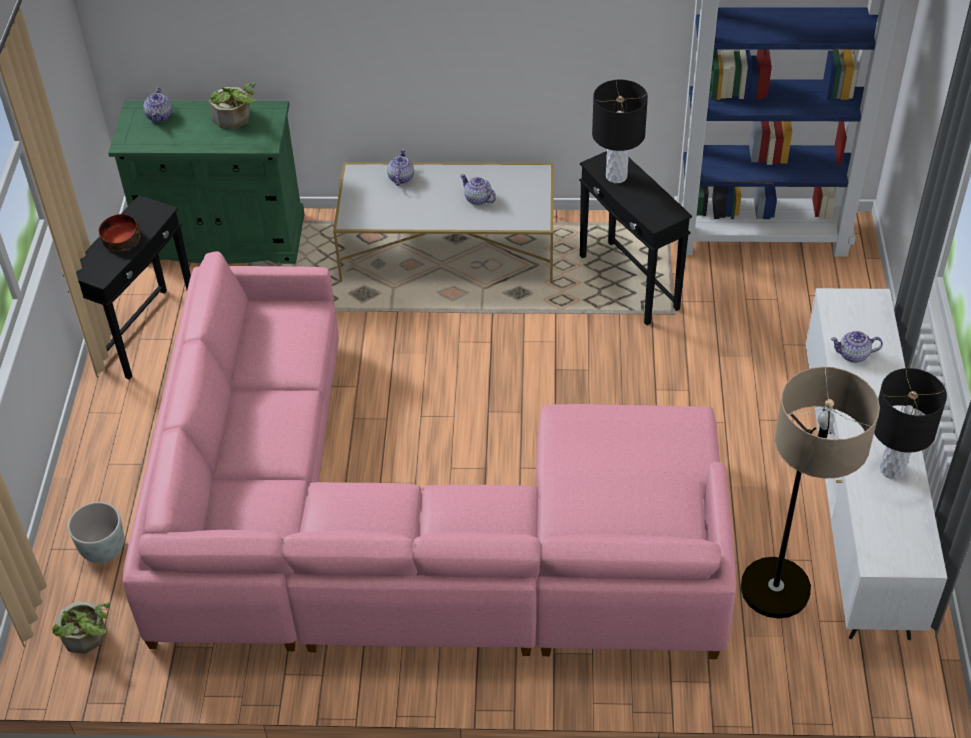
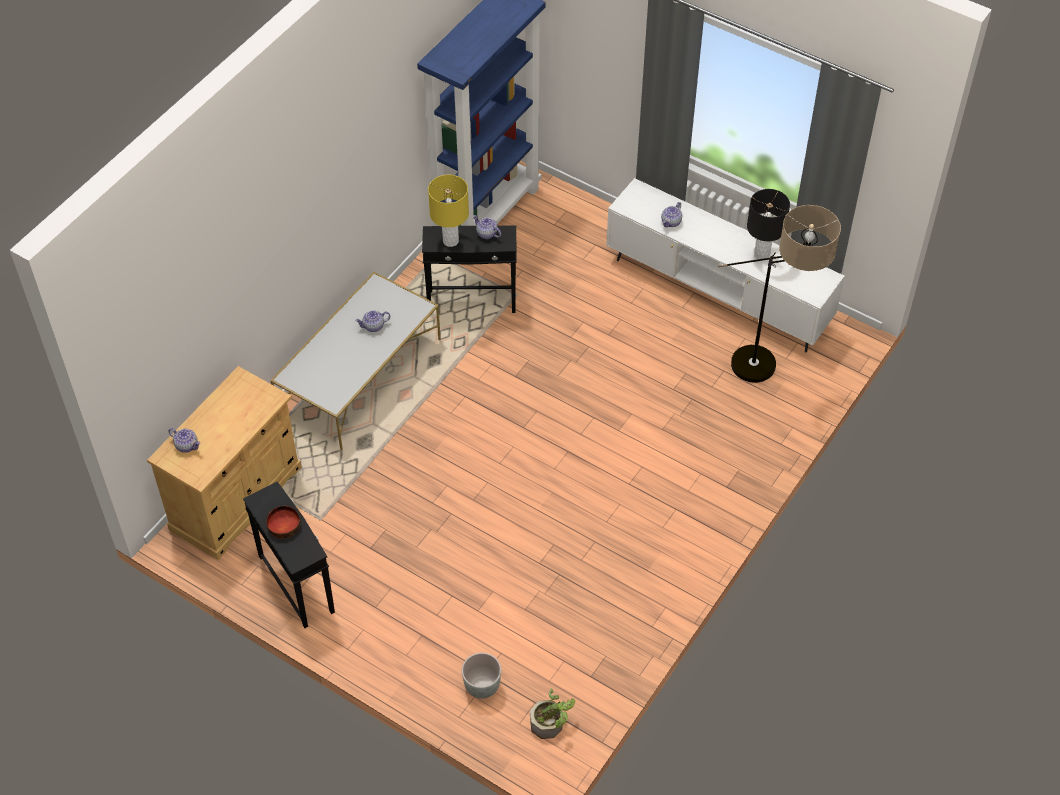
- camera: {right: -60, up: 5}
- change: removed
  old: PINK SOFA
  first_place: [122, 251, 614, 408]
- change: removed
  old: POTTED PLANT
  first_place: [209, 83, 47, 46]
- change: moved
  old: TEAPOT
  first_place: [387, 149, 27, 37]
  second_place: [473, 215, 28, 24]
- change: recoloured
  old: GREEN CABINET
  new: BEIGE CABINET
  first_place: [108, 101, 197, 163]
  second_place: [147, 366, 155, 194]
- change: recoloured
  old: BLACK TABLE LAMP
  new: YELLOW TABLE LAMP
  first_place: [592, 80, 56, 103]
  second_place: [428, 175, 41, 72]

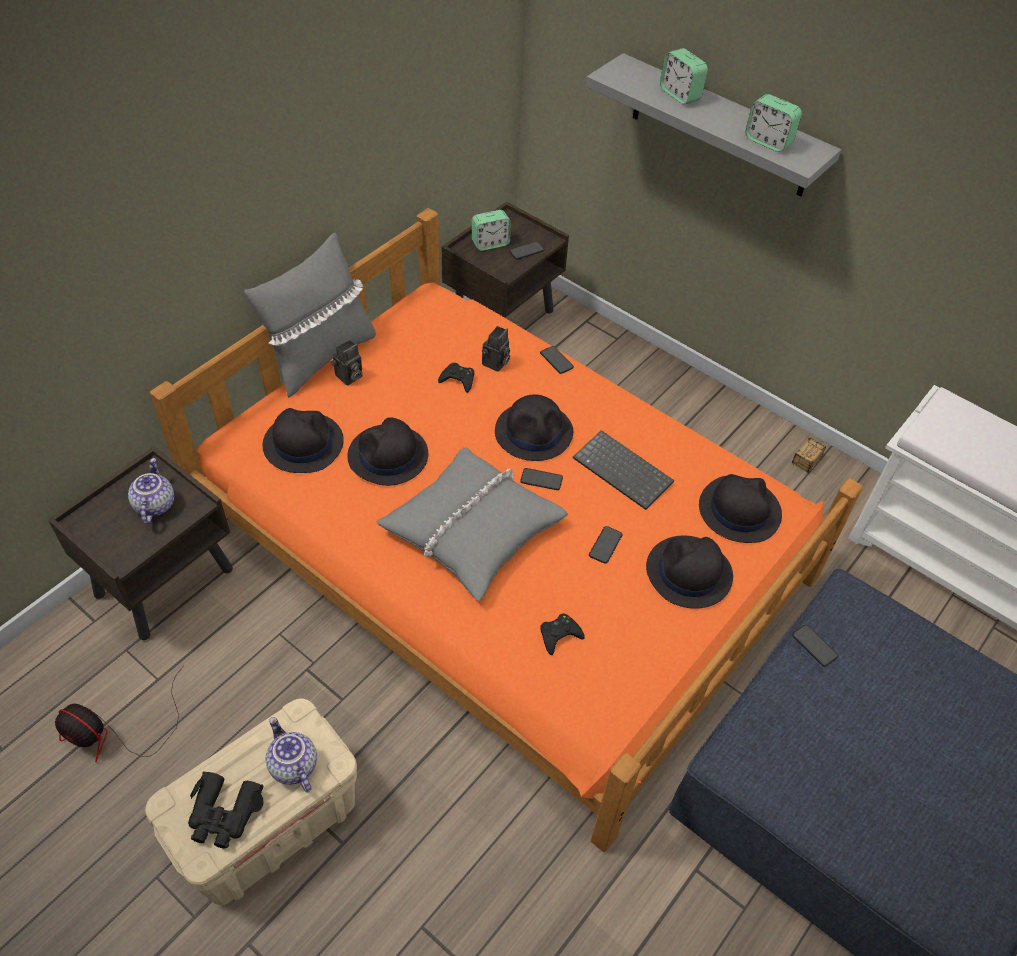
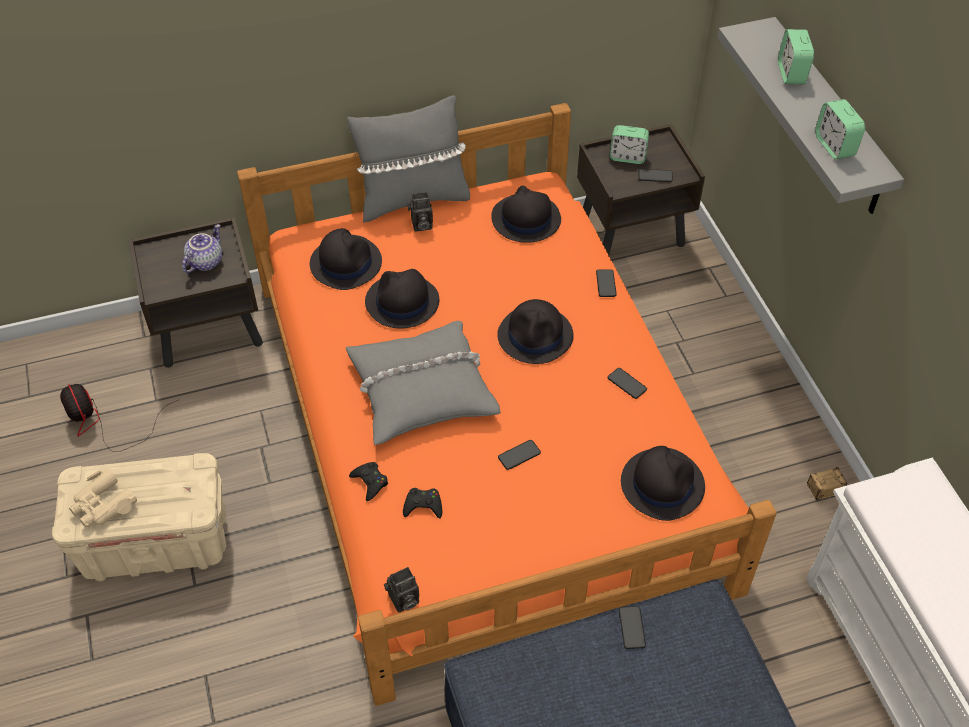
- camera: {right: 35, up: 0}
- change: removed
  old: TEAPOT
  first_place: [266, 717, 51, 76]
- change: removed
  old: KEYBOARD
  first_place: [573, 430, 101, 80]
- change: moved
  old: BLACK GAME CONTROLLER
  first_place: [438, 363, 36, 30]
  second_place: [349, 462, 39, 39]
- change: moved
  old: PHOTO CAMERA
  first_place: [482, 326, 28, 46]
  second_place: [384, 567, 35, 46]
- change: moved
  old: PHONE
  first_place: [520, 468, 43, 22]
  second_place: [608, 368, 39, 31]
- change: moved
  old: BLACK HAT
  first_place: [646, 536, 87, 73]
  second_place: [491, 186, 70, 57]
- change: recoloured
  old: BLACK BINOCULARS
  new: BEIGE BINOCULARS
  first_place: [188, 772, 76, 76]
  second_place: [69, 467, 68, 60]

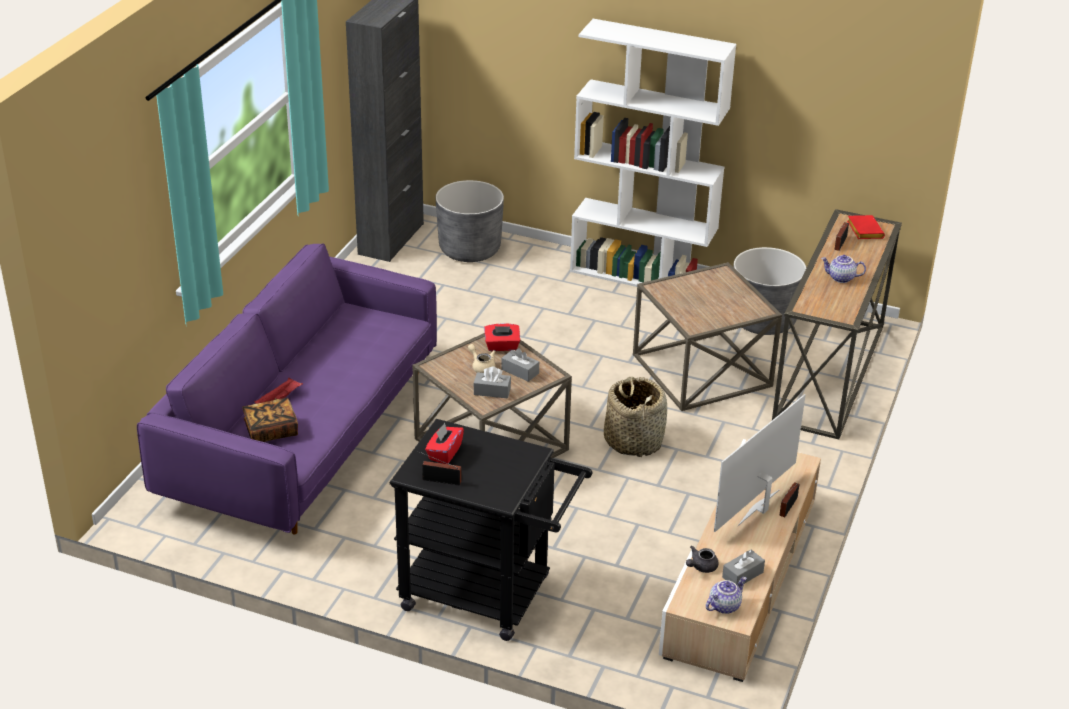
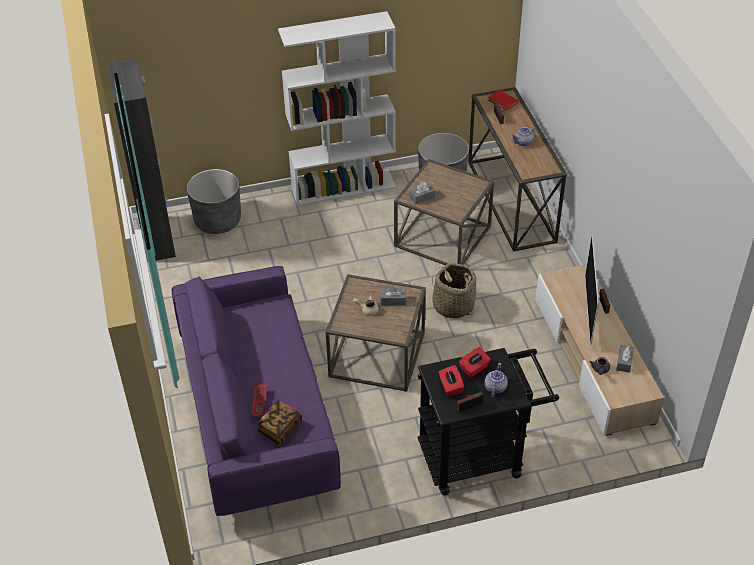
- camera: {right: -35, up: 10}
- change: moved
  old: GREY TISSUE BOX
  first_place: [473, 366, 38, 33]
  second_place: [410, 182, 25, 23]
- change: moved
  old: RED TISSUE BOX
  first_place: [484, 323, 36, 28]
  second_place: [459, 347, 32, 30]
- change: moved
  old: TEAPOT
  first_place: [706, 577, 41, 37]
  second_place: [484, 363, 24, 34]

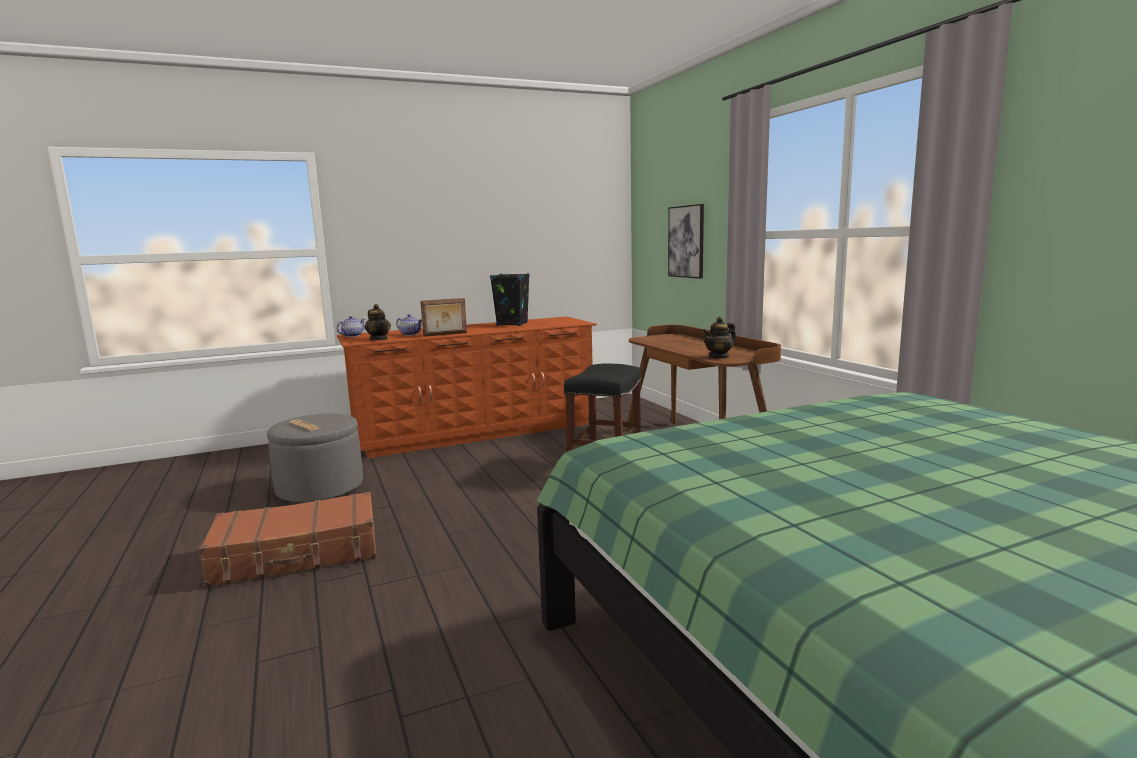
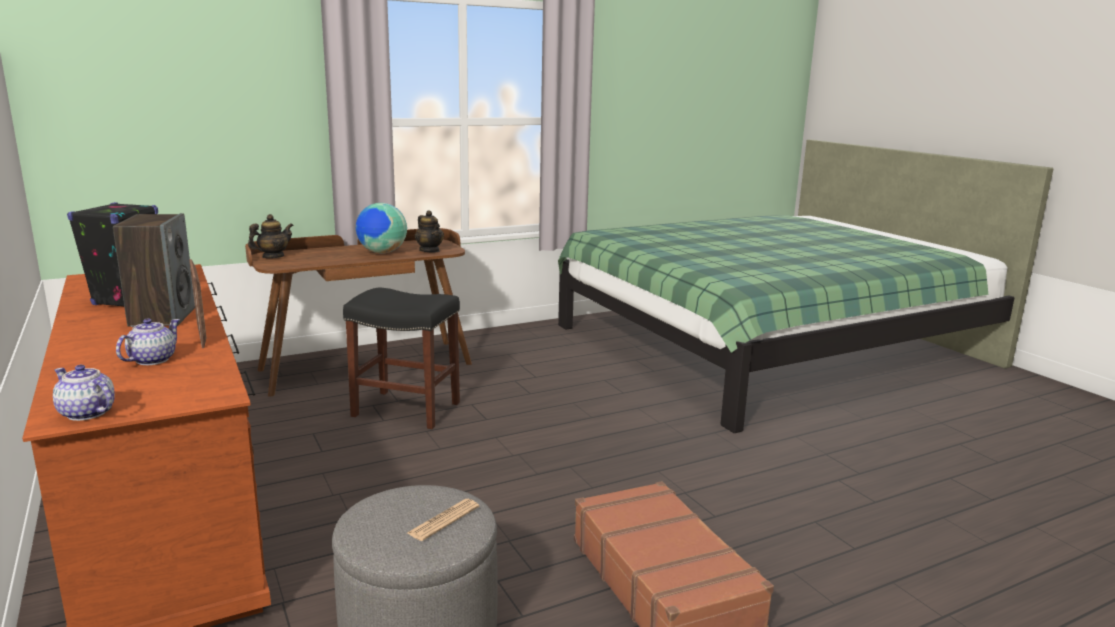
- camera: {right: -95, up: 5}
- change: removed
  old: PICTURE
  first_place: [668, 204, 36, 75]
- change: added
  new: SPEAKER
  second_place: [113, 213, 82, 114]
- change: added
  new: GLOBE
  second_place: [356, 203, 51, 50]
- change: moved
  old: TEAPOT
  first_place: [365, 304, 26, 36]
  second_place: [248, 214, 46, 44]

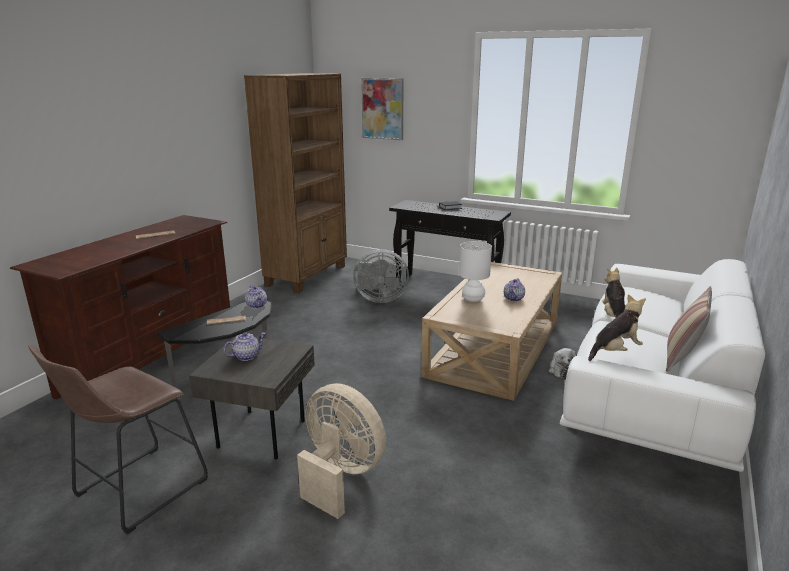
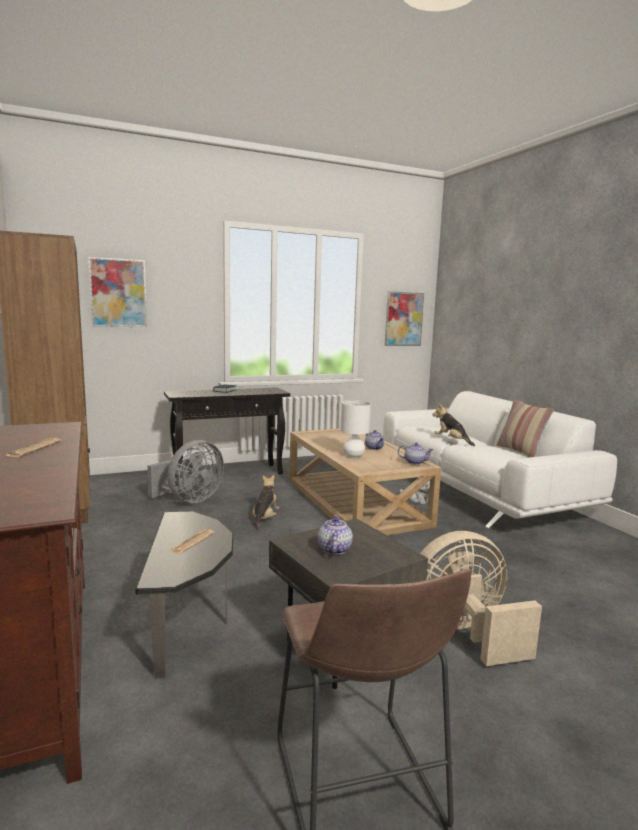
- camera: {right: -50, up: -10}
- change: added
  new: PICTURE
  second_place: [385, 291, 39, 55]
- change: moved
  old: TEAPOT
  first_place: [245, 285, 22, 23]
  second_place: [398, 442, 36, 23]
- change: moved
  old: PLUSH TOY
  first_place: [588, 294, 58, 67]
  second_place: [252, 475, 27, 55]

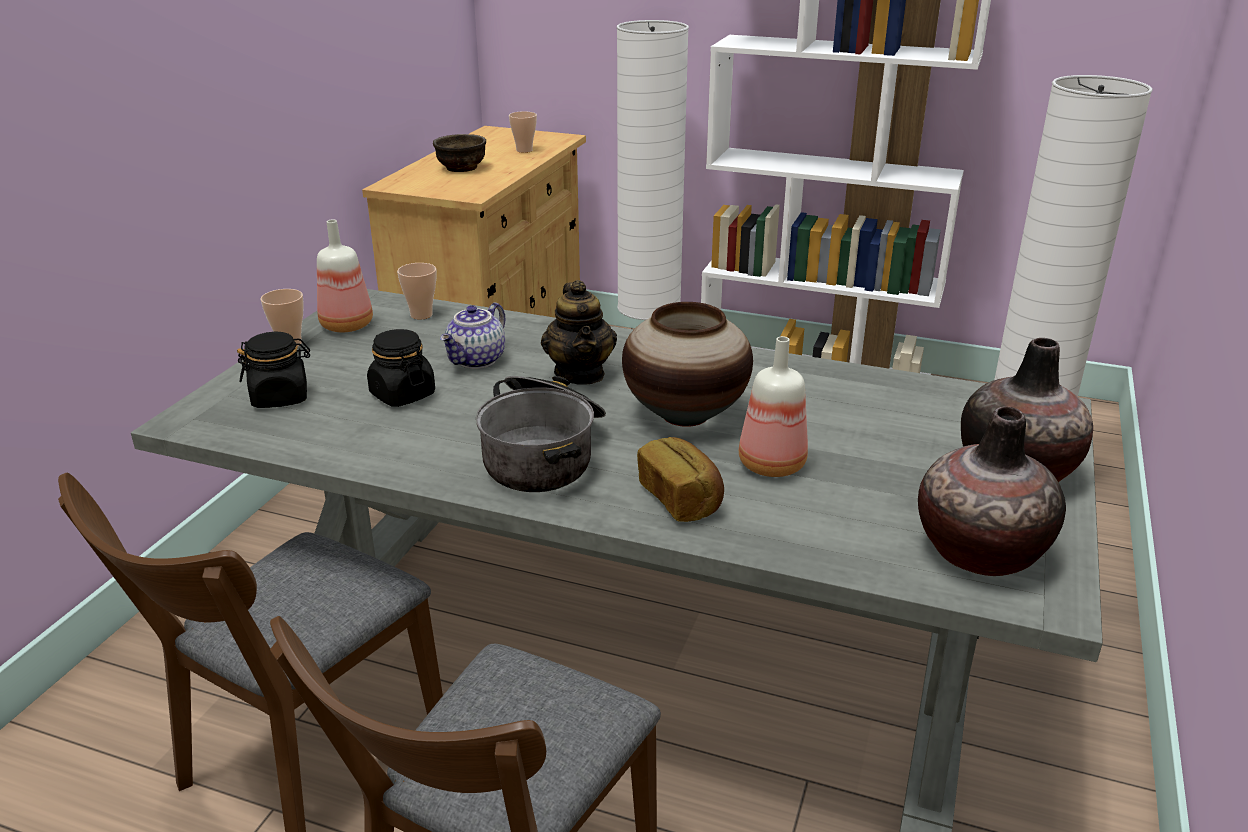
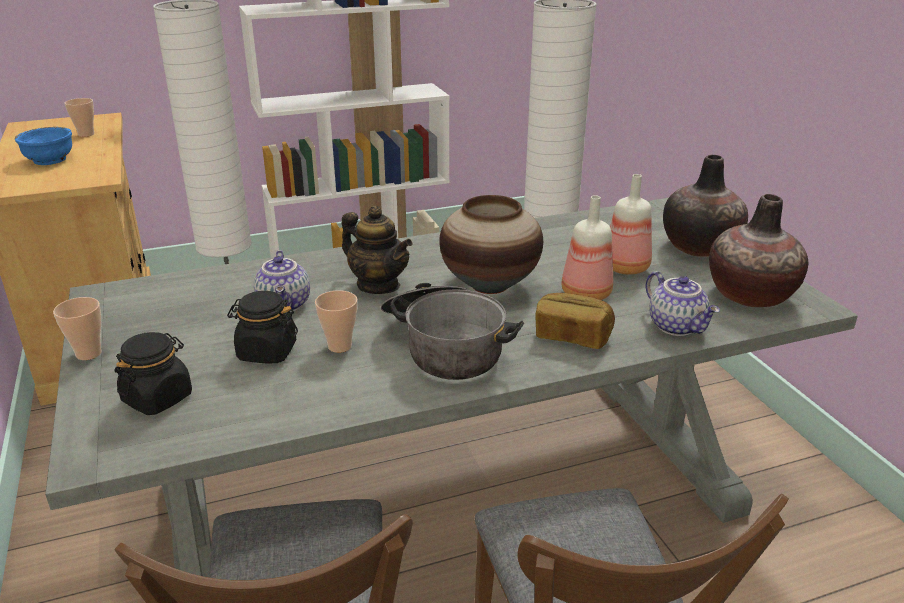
- camera: {right: -40, up: 0}
- change: added
  new: TEAPOT
  second_place: [646, 271, 74, 65]
- change: moved
  old: BOTTLE
  first_place: [317, 220, 56, 112]
  second_place: [610, 174, 42, 101]
- change: moved
  old: CUP
  first_place: [397, 263, 40, 57]
  second_place: [315, 290, 43, 63]
- change: recoloured
  old: BROWN BOWL
  new: BLUE BOWL
  first_place: [433, 134, 53, 38]
  second_place: [15, 127, 57, 38]

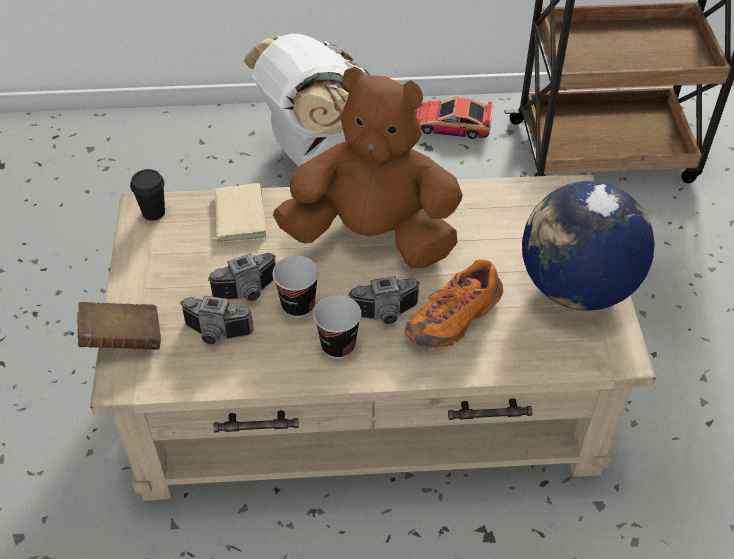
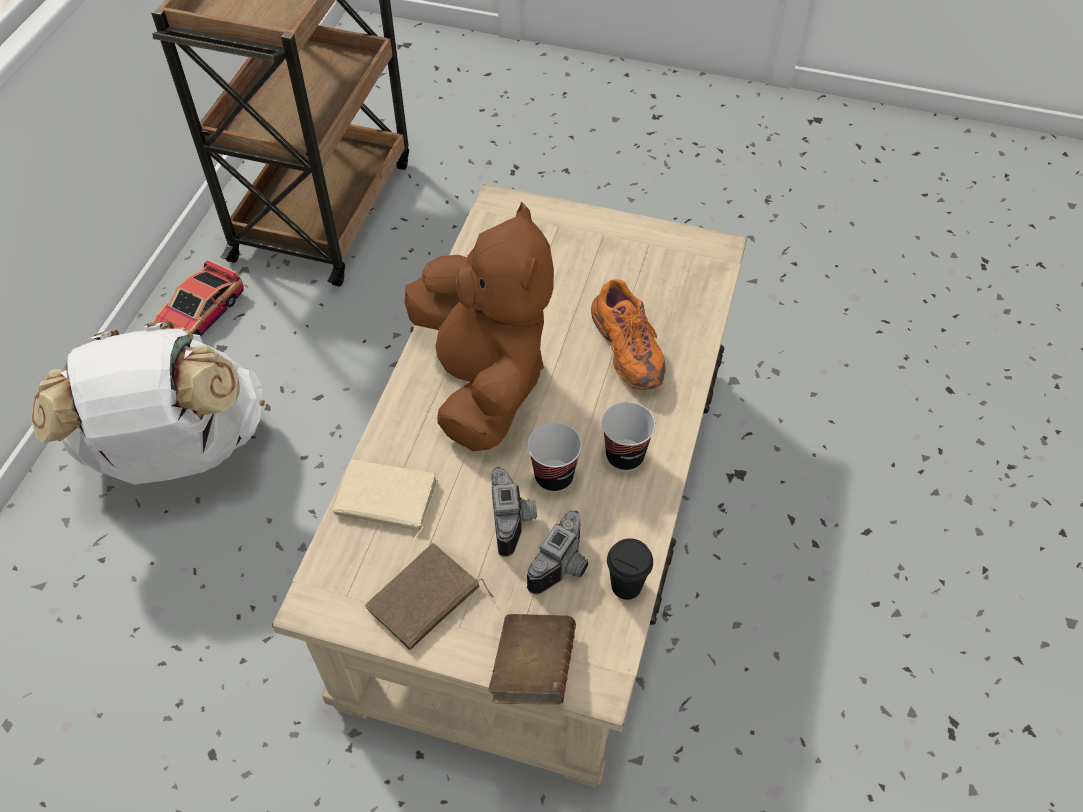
- camera: {right: -70, up: 5}
- change: removed
  old: PHOTO CAMERA
  first_place: [348, 276, 72, 48]
- change: removed
  old: GLOBE
  first_place: [522, 181, 133, 130]
- change: added
  new: BROWN BOOK
  second_place: [365, 543, 129, 107]
- change: moved
  old: BLACK CUP
  first_place: [130, 169, 35, 52]
  second_place: [607, 538, 46, 62]
- change: turned
  old: BROWN PLUSH TOY
  first_place: [273, 67, 190, 201]
  second_place: [405, 202, 149, 249]
  degrees: 135

